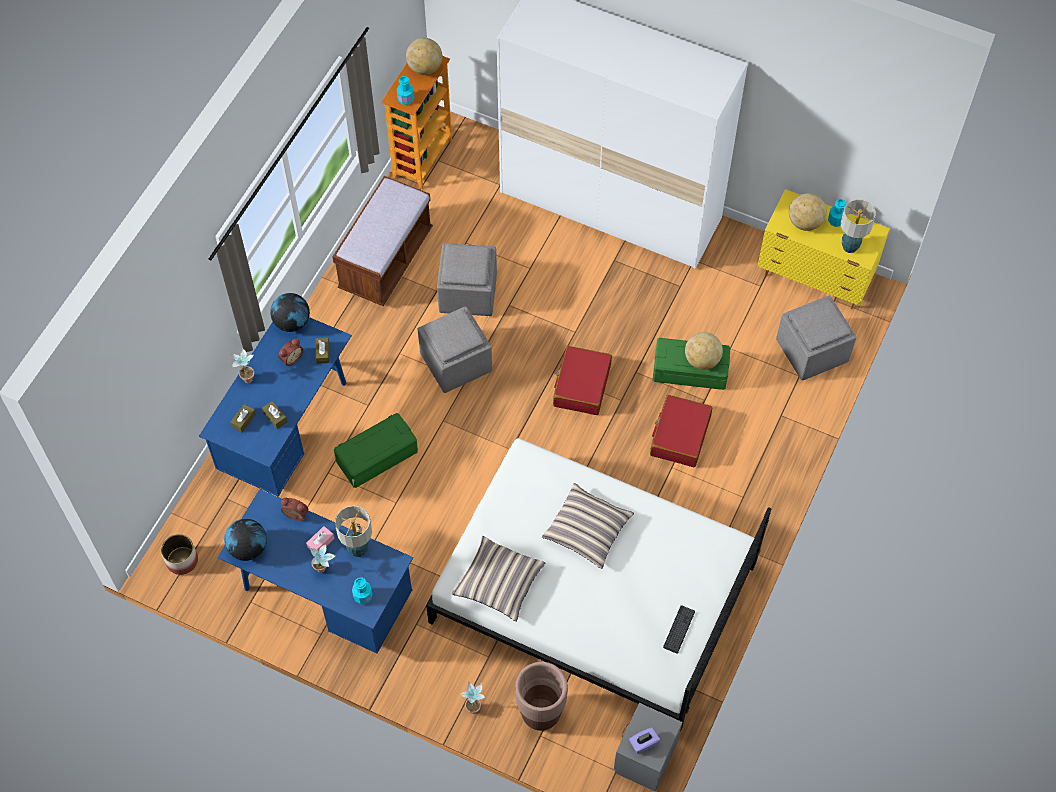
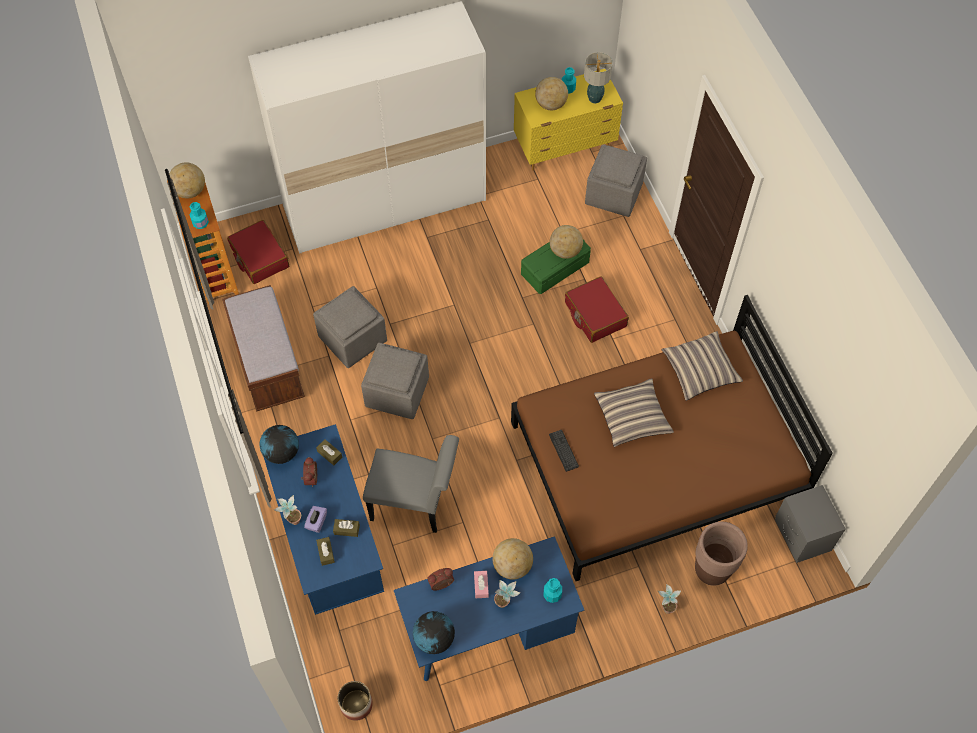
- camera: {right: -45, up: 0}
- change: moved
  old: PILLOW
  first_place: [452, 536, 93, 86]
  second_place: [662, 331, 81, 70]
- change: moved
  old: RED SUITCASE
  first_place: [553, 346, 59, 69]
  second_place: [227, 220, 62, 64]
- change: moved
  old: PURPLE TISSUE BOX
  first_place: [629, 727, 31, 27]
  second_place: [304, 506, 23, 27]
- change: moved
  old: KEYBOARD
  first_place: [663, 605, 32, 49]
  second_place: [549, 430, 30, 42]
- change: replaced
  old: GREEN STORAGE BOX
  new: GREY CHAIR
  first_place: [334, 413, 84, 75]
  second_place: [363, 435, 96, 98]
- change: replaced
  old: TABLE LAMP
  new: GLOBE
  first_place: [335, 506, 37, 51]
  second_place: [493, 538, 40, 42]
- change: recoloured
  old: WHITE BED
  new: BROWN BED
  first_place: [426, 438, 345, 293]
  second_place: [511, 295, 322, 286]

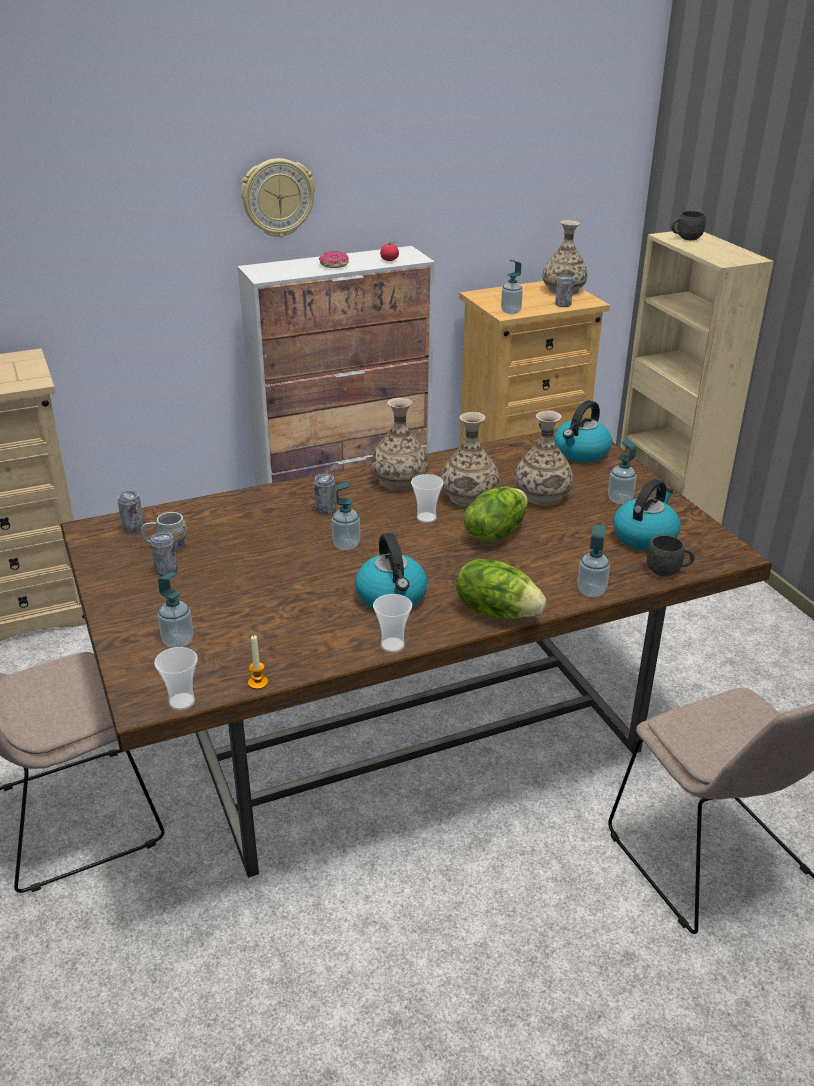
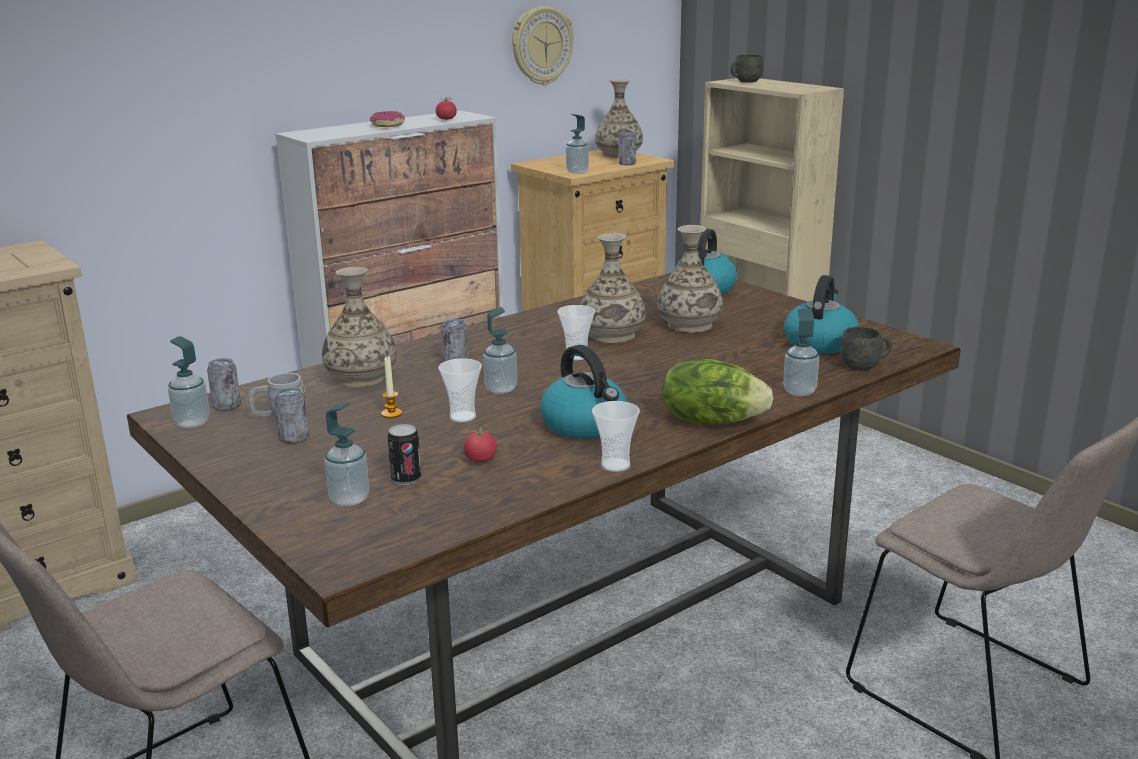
- camera: {right: -15, up: -10}
- change: removed
  old: LETTUCE
  first_place: [464, 486, 64, 56]
- change: added
  new: CAN
  second_place: [387, 424, 34, 61]
- change: added
  new: TOMATO
  second_place: [464, 425, 33, 37]
- change: moved
  old: CUP
  first_place: [154, 647, 44, 63]
  second_place: [438, 358, 44, 64]
- change: moved
  old: WALL CLOCK
  first_place: [241, 158, 74, 80]
  second_place: [512, 6, 62, 79]
- change: moved
  old: CANDLE
  first_place: [248, 635, 20, 55]
  second_place: [381, 357, 21, 61]
- change: moved
  old: VASE
  first_place: [371, 398, 57, 93]
  second_place: [322, 267, 75, 120]
- change: moved
  old: SOAP DISPENSER
  first_place: [608, 439, 29, 65]
  second_place: [168, 336, 42, 92]

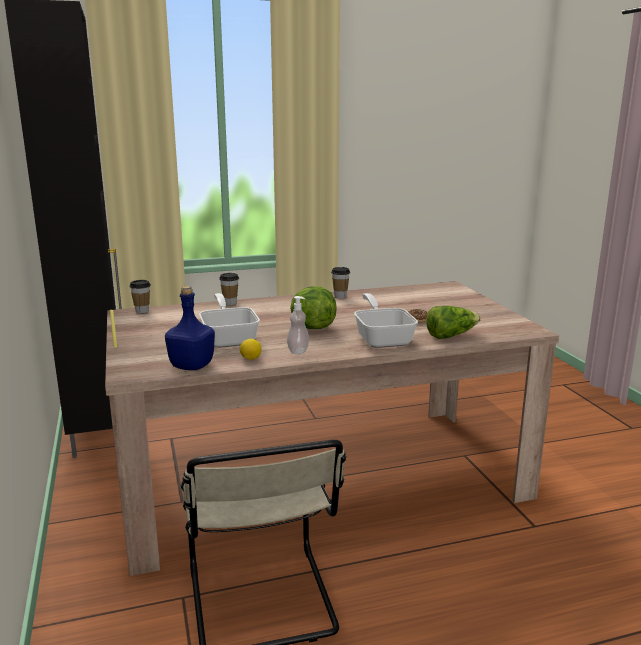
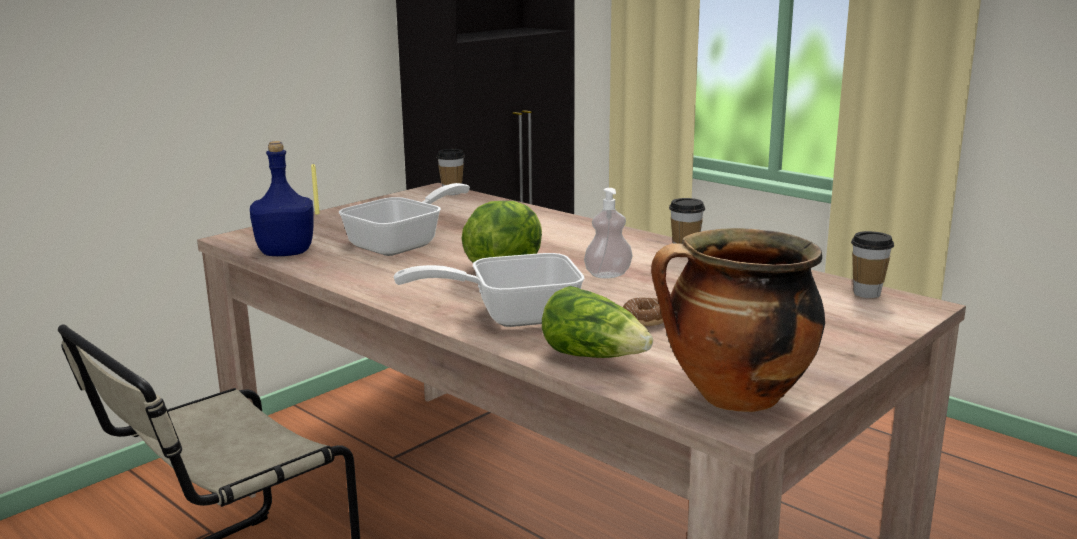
- camera: {right: 60, up: 0}
- change: removed
  old: LEMON
  first_place: [240, 339, 21, 21]
- change: added
  new: COOKING POT
  second_place: [651, 228, 174, 184]
- change: moved
  old: CUP
  first_place: [219, 273, 20, 32]
  second_place: [851, 231, 43, 67]
- change: moved
  old: SOAP DISPENSER
  first_place: [287, 296, 22, 58]
  second_place: [584, 188, 49, 91]
- change: turned
  old: FRYING PAN
  first_place: [354, 293, 64, 55]
  second_place: [394, 253, 191, 74]
  degrees: -150

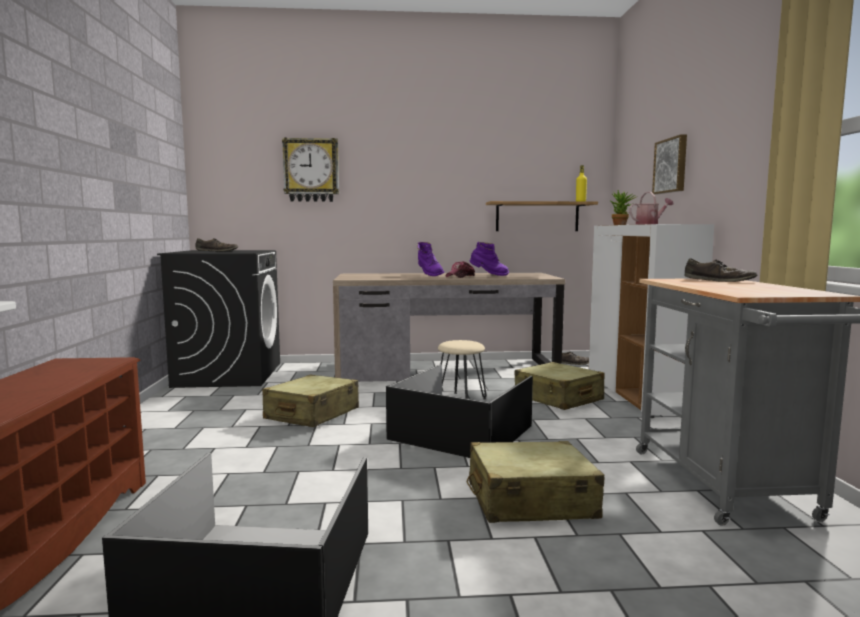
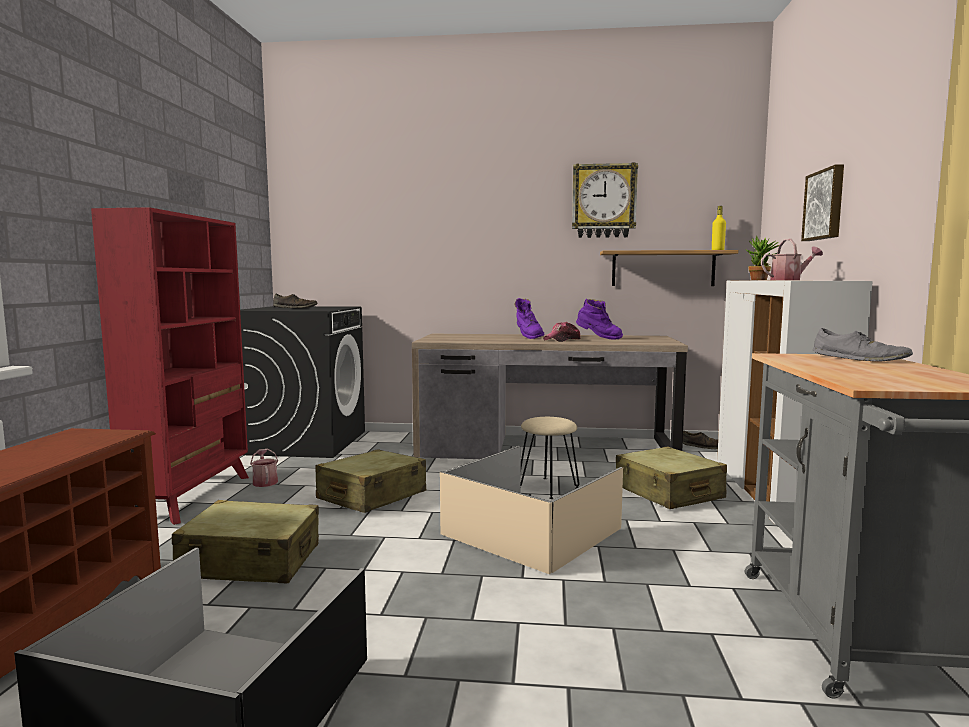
- camera: {right: 10, up: 0}
- change: added
  new: RED BOOKCASE
  second_place: [91, 207, 158, 318]
- change: added
  new: WATERING CAN
  second_place: [250, 449, 28, 38]
- change: moved
  old: WALL CLOCK
  first_place: [282, 137, 57, 65]
  second_place: [572, 162, 66, 76]
- change: moved
  old: BEIGE SUITCASE
  first_place: [467, 441, 137, 82]
  second_place: [172, 500, 147, 83]
- change: recoloured
  old: BLACK STORAGE BOX
  new: BEIGE STORAGE BOX
  first_place: [386, 364, 147, 94]
  second_place: [440, 446, 183, 128]
- change: recoloured
  old: BROWN SHOE
  new: GREY SHOE
  first_place: [684, 258, 73, 24]
  second_place: [813, 328, 100, 34]

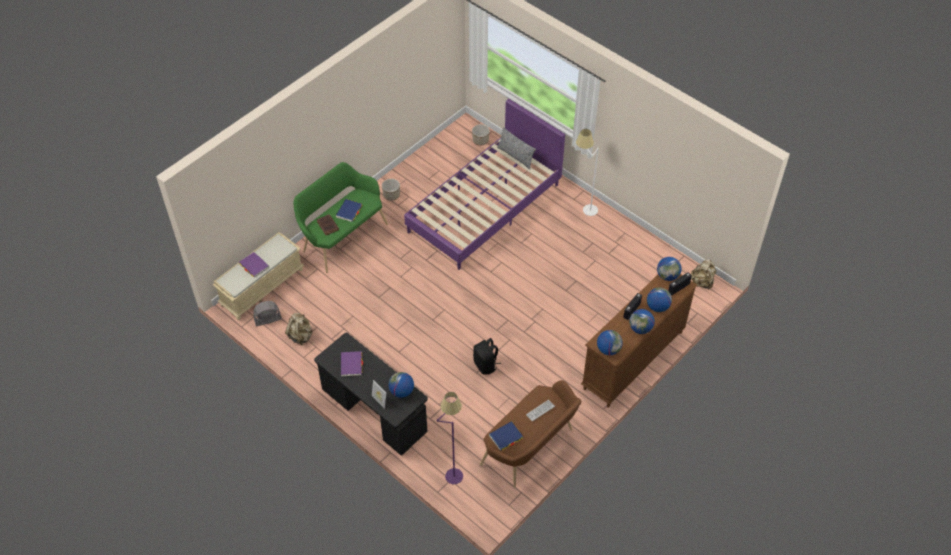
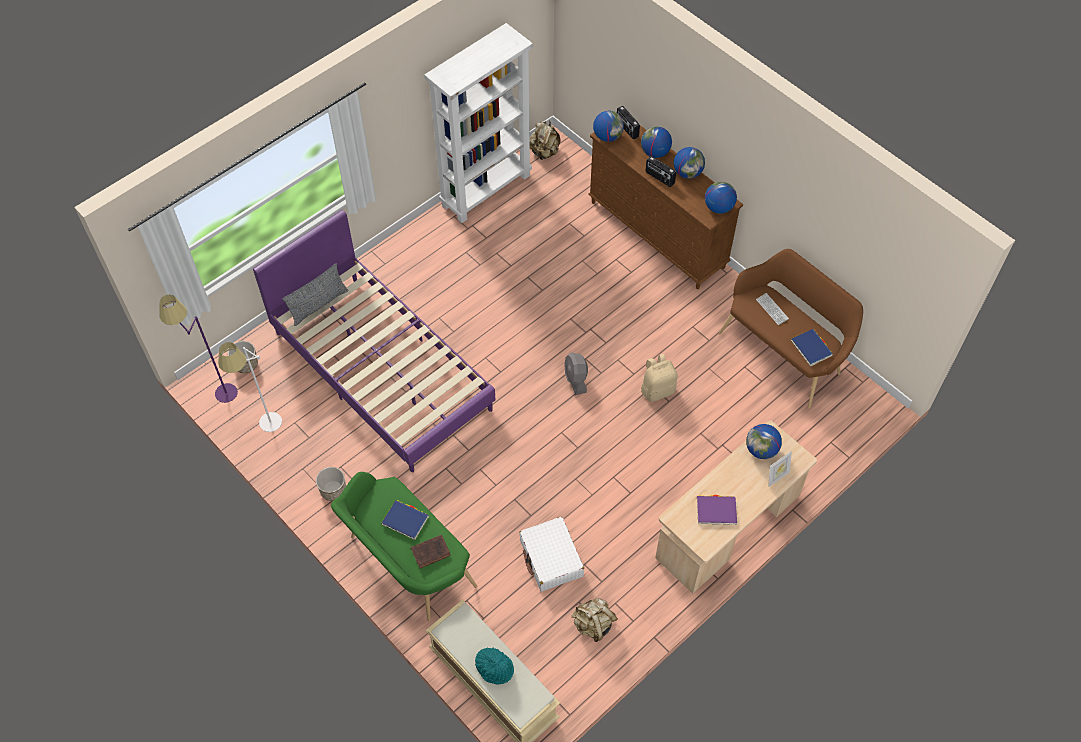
- camera: {right: -85, up: 5}
- change: added
  new: WHITE BOOKCASE
  second_place: [424, 23, 109, 200]
- change: added
  new: WHITE SUITCASE
  second_place: [519, 517, 65, 75]
- change: moved
  old: GREY FAN
  first_place: [253, 301, 29, 25]
  second_place: [564, 353, 24, 42]
- change: moved
  old: PURPLE FLOOR LAMP
  first_place: [437, 392, 26, 92]
  second_place: [159, 295, 79, 108]
- change: moved
  old: WHITE FLOOR LAMP
  first_place: [576, 129, 23, 87]
  second_place: [218, 342, 64, 90]
- change: replaced
  old: PURPLE BOOK
  new: TURQUOISE HAT
  first_place: [239, 252, 30, 26]
  second_place: [475, 648, 39, 37]
- change: recoloured
  old: BLACK DESK
  new: BEIGE DESK
  first_place: [314, 332, 114, 124]
  second_place: [655, 420, 162, 174]
- change: recoloured
  old: BLACK BACKPACK
  new: BEIGE BACKPACK
  first_place: [473, 338, 28, 37]
  second_place: [641, 354, 37, 48]

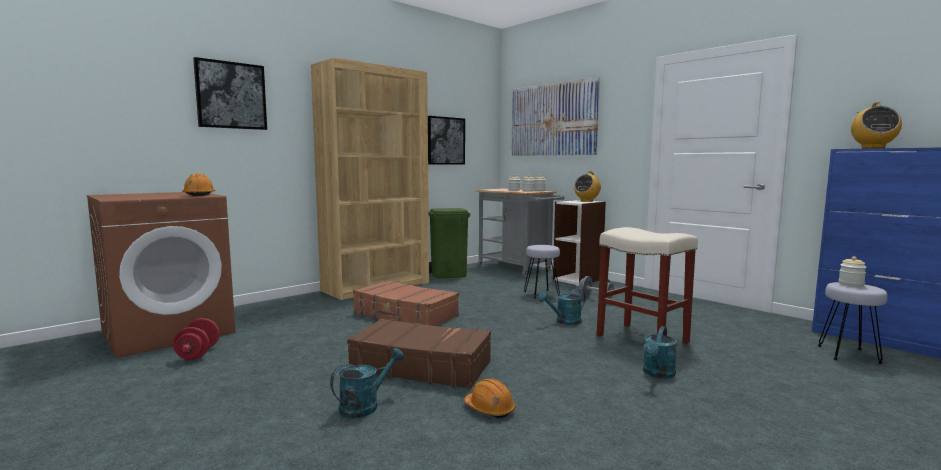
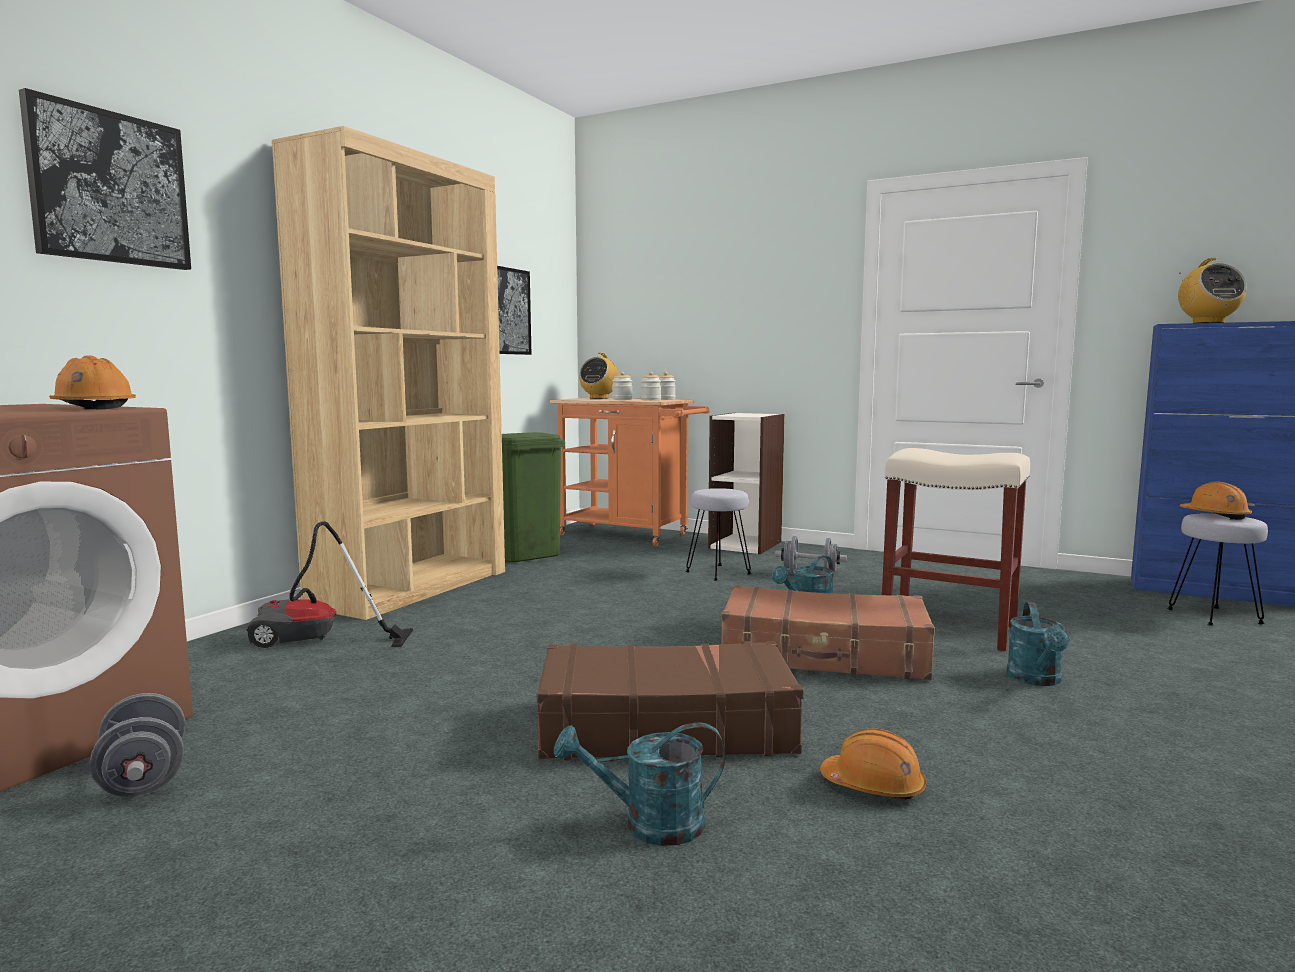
- camera: {right: -20, up: 0}
- change: removed
  old: PICTURE
  first_place: [511, 77, 89, 79]
- change: added
  new: VACUUM CLEANER
  second_place: [247, 521, 166, 127]
- change: moved
  old: BROWN SUITCASE
  first_place: [353, 280, 106, 46]
  second_place: [721, 585, 214, 95]
- change: moved
  old: RADIO
  first_place: [574, 171, 27, 31]
  second_place: [579, 353, 40, 46]
- change: replaced
  old: JAR
  new: ORANGE HARD HAT
  first_place: [838, 257, 29, 30]
  second_place: [1180, 481, 72, 39]
- change: recoloured
  old: RED DUMBBELL
  new: GREY DUMBBELL
  first_place: [173, 318, 47, 42]
  second_place: [89, 693, 96, 104]
- change: recoloured
  old: GREY CART
  new: ORANGE CART
  first_place: [475, 188, 89, 88]
  second_place: [550, 398, 160, 148]
- change: turned
  old: TURQUOISE WATERING CAN
  first_place: [330, 348, 74, 70]
  second_place: [554, 722, 171, 124]
  degrees: -120

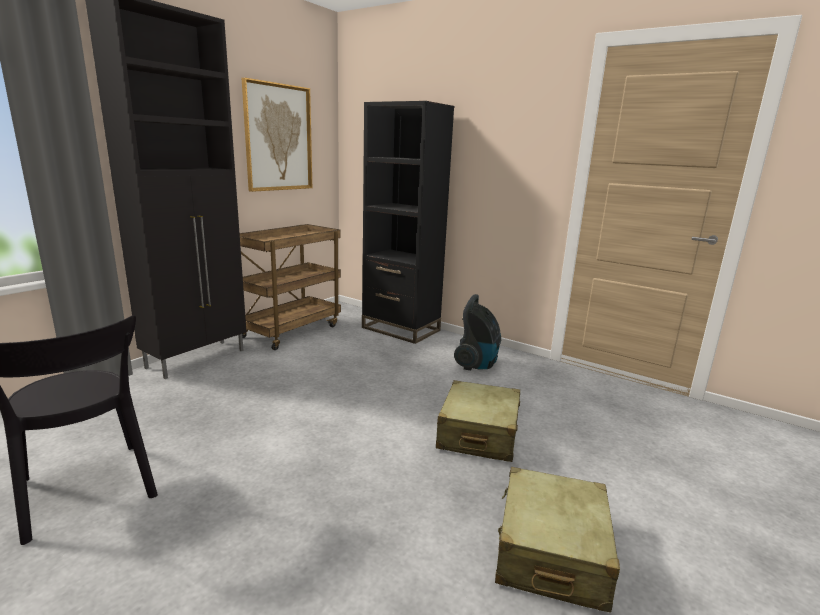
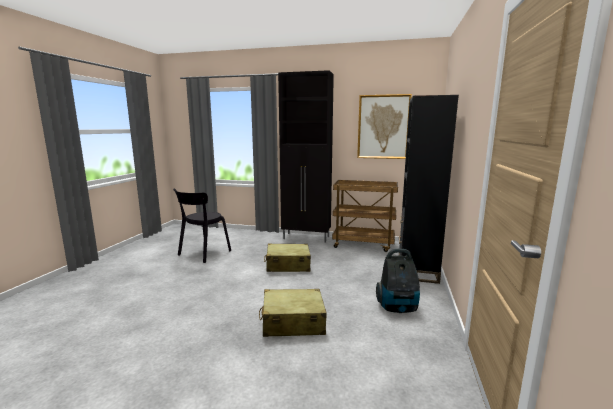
- camera: {right: 70, up: -5}
- change: moved
  old: BEIGE SUITCASE
  first_place: [495, 467, 125, 146]
  second_place: [264, 243, 47, 29]

